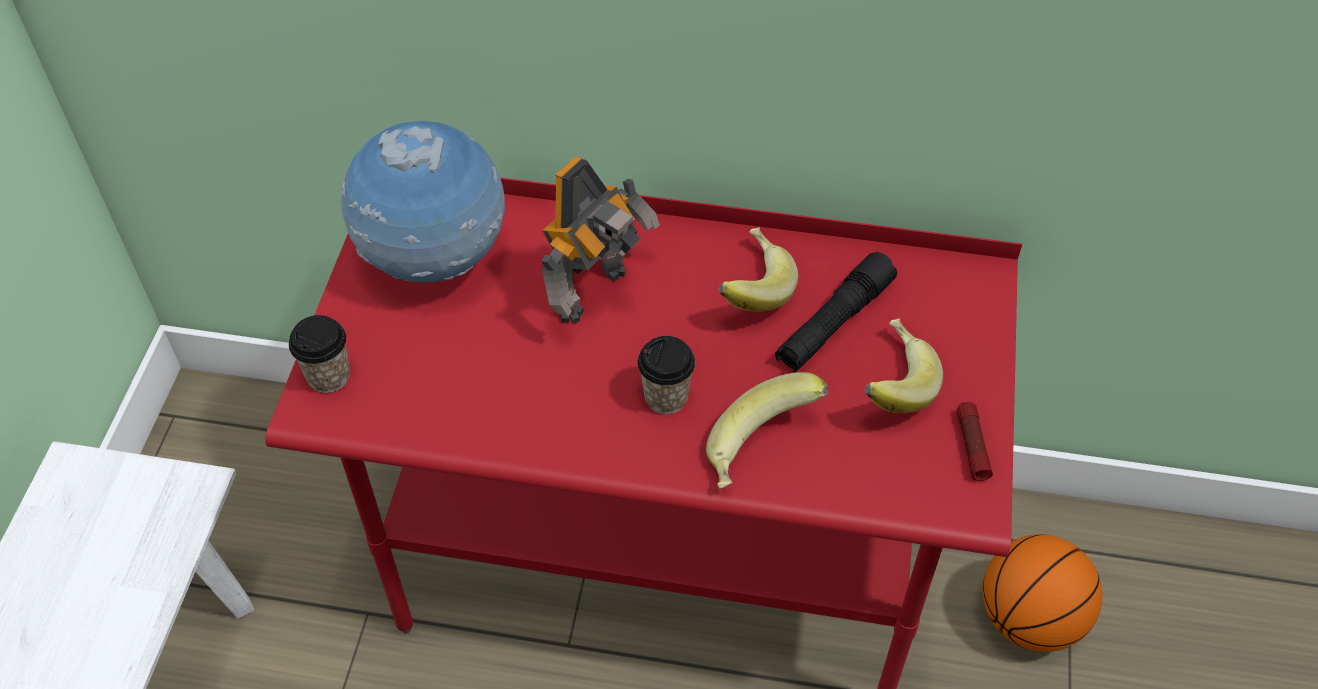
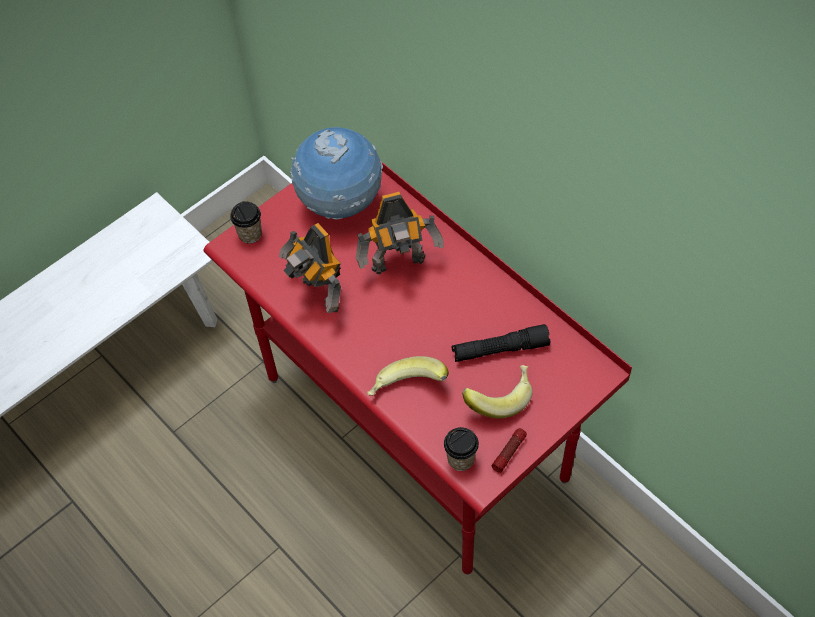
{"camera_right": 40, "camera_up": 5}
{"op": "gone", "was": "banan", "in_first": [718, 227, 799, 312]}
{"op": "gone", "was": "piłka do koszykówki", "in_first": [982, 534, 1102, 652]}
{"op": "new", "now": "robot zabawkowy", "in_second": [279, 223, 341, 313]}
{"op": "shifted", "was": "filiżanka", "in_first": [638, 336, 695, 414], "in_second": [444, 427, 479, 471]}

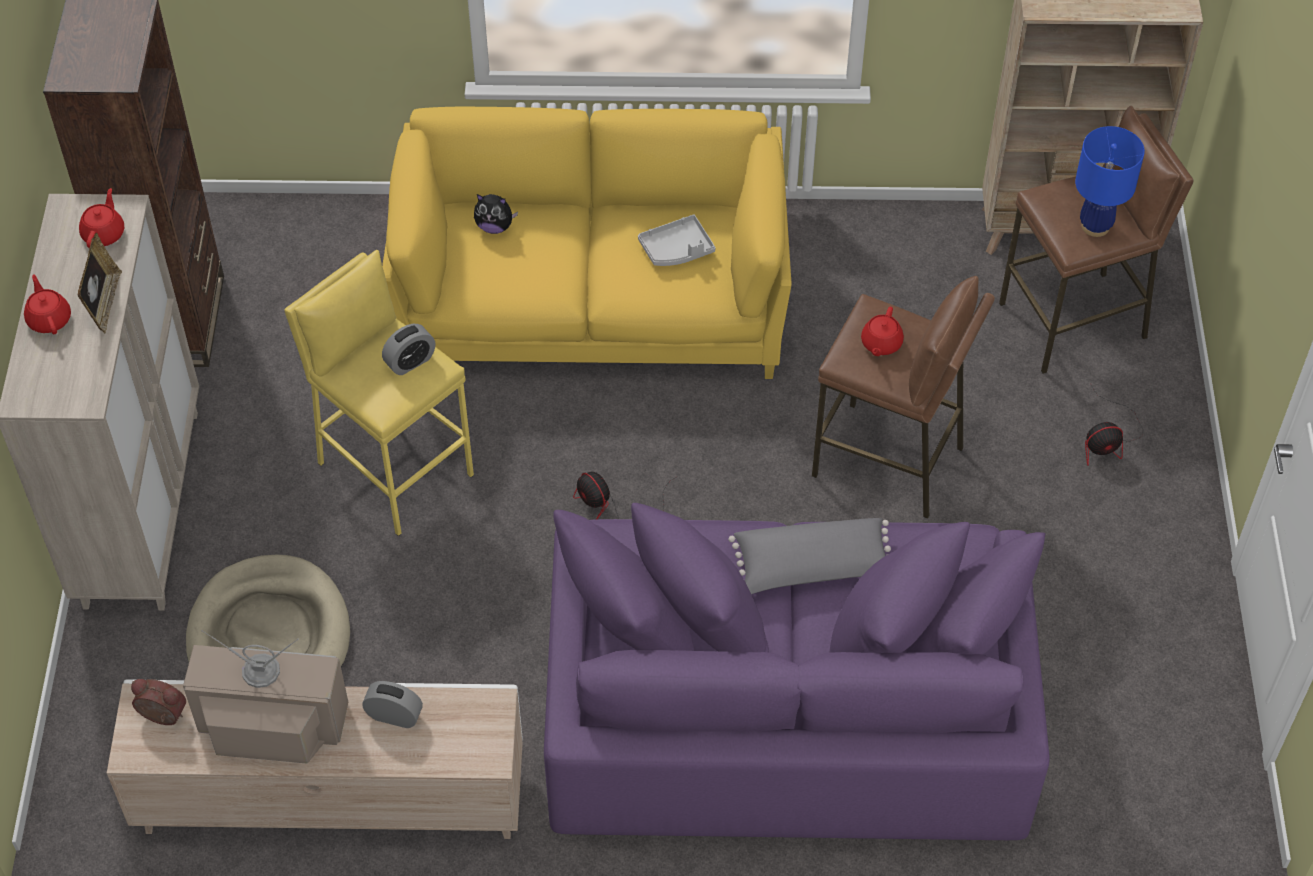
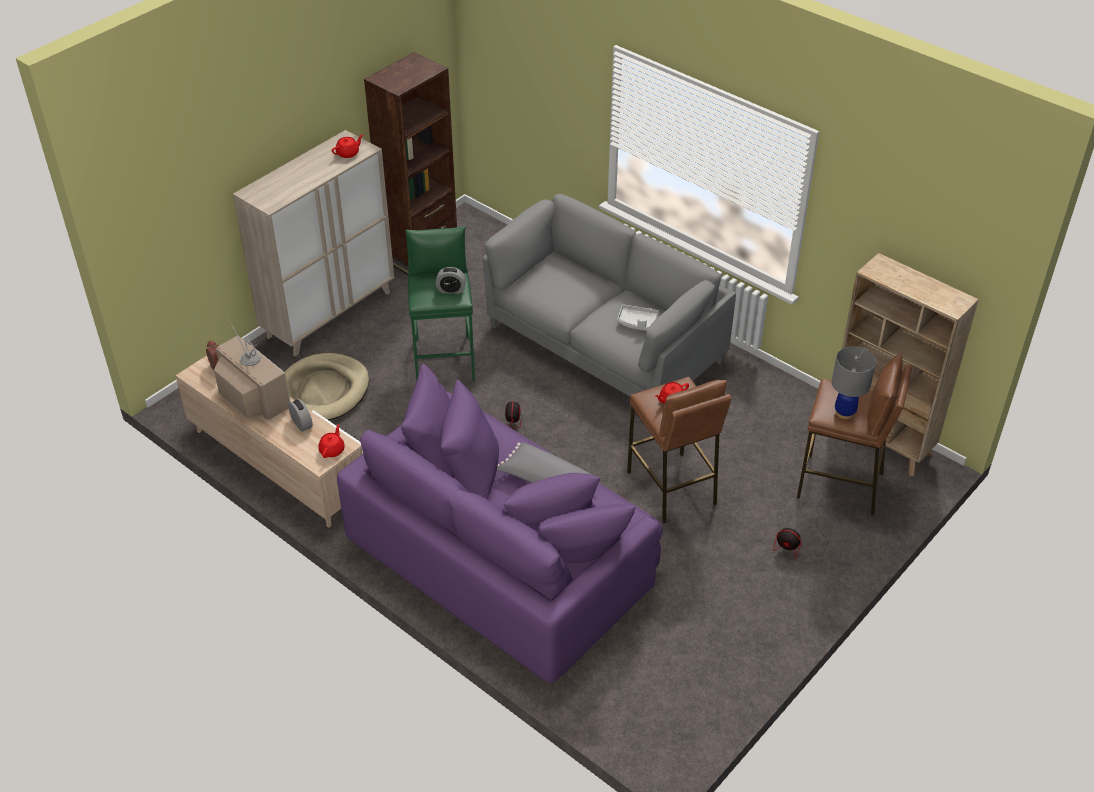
{"camera_right": 40, "camera_up": -10}
{"op": "gone", "was": "ramka na zdjęcie", "in_first": [77, 233, 122, 333]}
{"op": "gone", "was": "pluszak", "in_first": [474, 194, 518, 234]}
{"op": "shifted", "was": "imbryk/czerwony", "in_first": [24, 274, 71, 334], "in_second": [318, 424, 345, 458]}
{"op": "repainted", "was": "stołek/żółty", "now": "stołek/zielony", "in_first": [284, 250, 474, 536], "in_second": [405, 226, 475, 381]}
{"op": "repainted", "was": "kanapa/żółty", "now": "kanapa/szary", "in_first": [382, 107, 792, 379], "in_second": [482, 194, 736, 396]}
{"op": "repainted", "was": "lampa stołowa/niebieski", "now": "lampa stołowa/szary", "in_first": [1075, 126, 1145, 237], "in_second": [832, 346, 876, 419]}

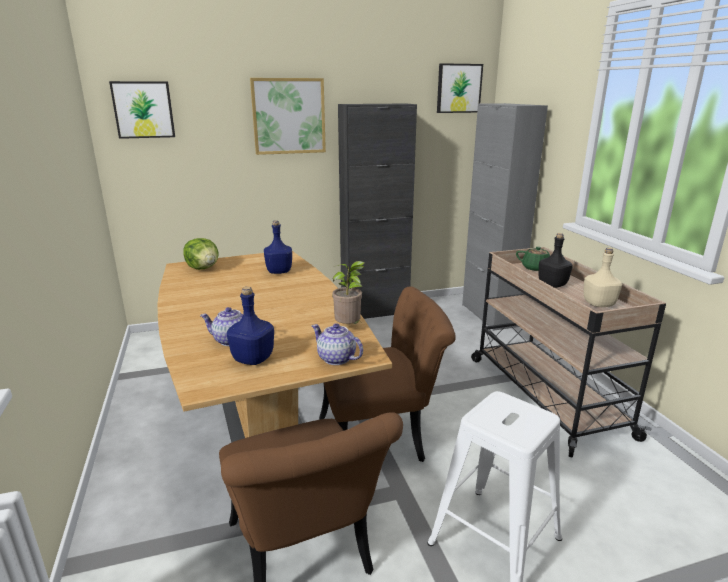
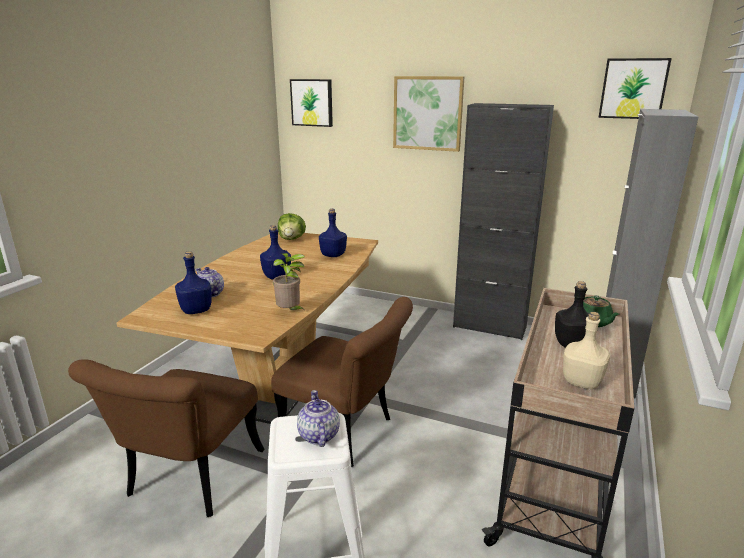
{"camera_right": 40, "camera_up": 0}
{"op": "new", "now": "butelka/niebieski", "in_second": [260, 225, 291, 280]}
{"op": "shifted", "was": "imbryk", "in_first": [312, 323, 363, 365], "in_second": [297, 390, 340, 447]}

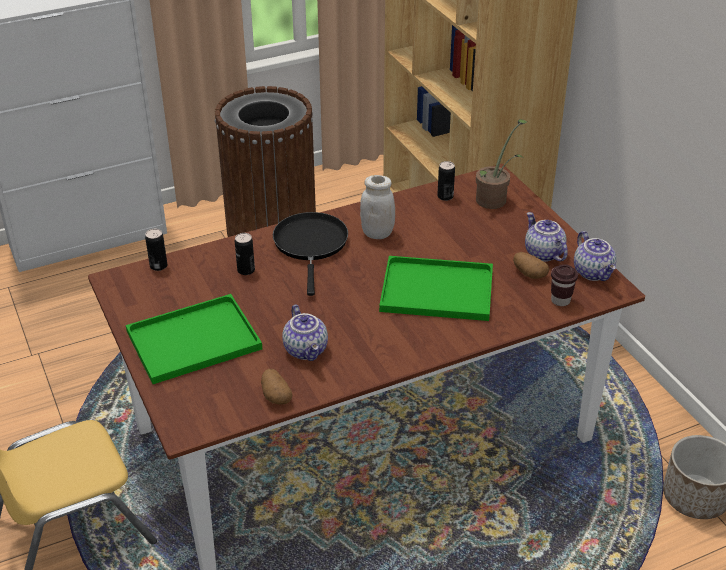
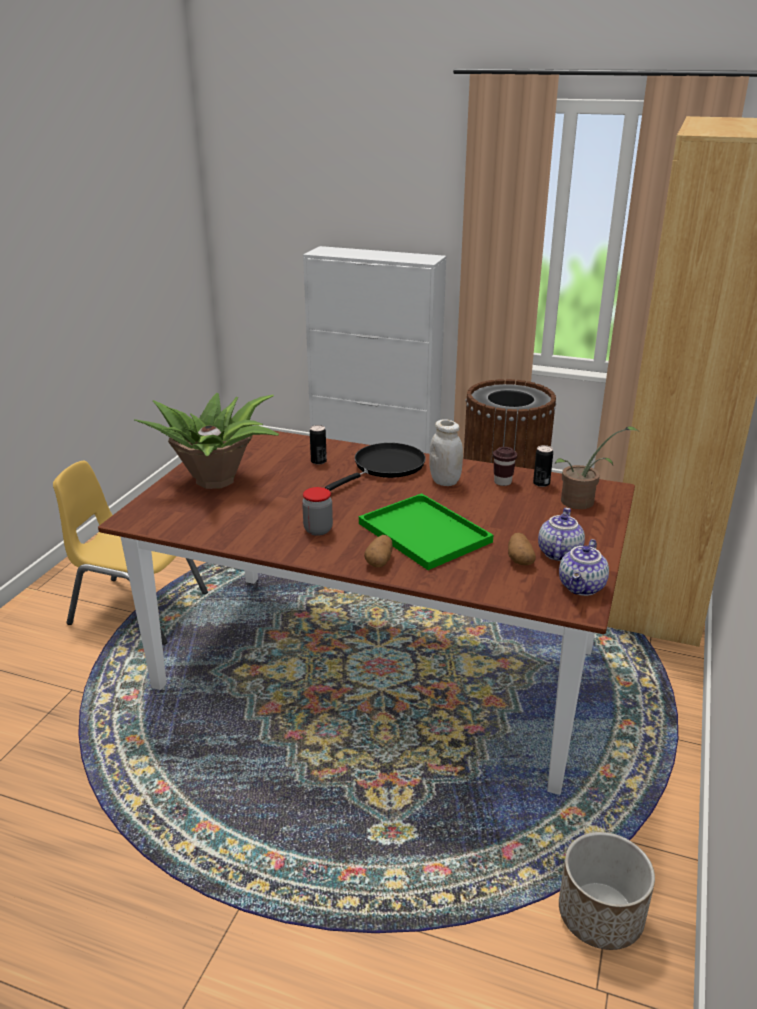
{"camera_right": 45, "camera_up": -10}
{"op": "gone", "was": "puszka", "in_first": [145, 229, 167, 271]}
{"op": "gone", "was": "imbryk", "in_first": [282, 305, 328, 361]}
{"op": "new", "now": "słoik", "in_second": [302, 487, 333, 536]}
{"op": "shifted", "was": "ziemniak", "in_first": [261, 369, 292, 405], "in_second": [364, 535, 392, 567]}
{"op": "shifted", "was": "filiżanka/brązowy", "in_first": [551, 264, 578, 306], "in_second": [493, 447, 517, 486]}
{"op": "swapped", "was": "taca/zielony", "now": "roślina doniczkowa", "in_first": [126, 294, 262, 384], "in_second": [134, 393, 279, 489]}

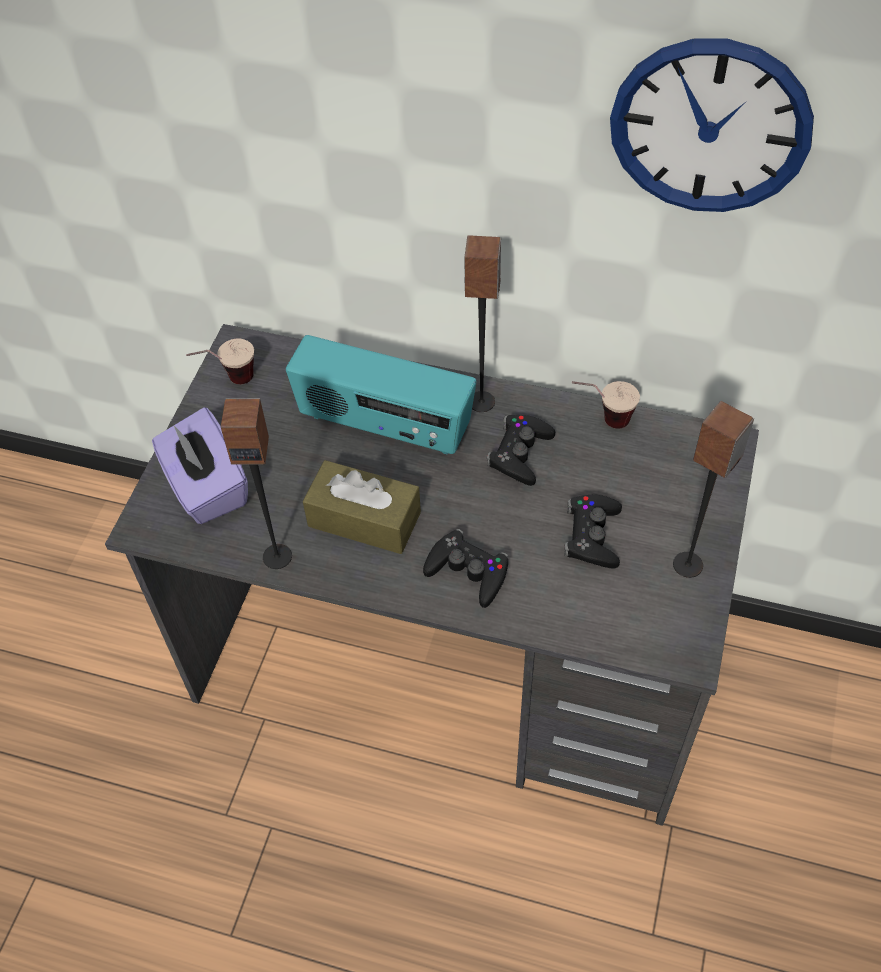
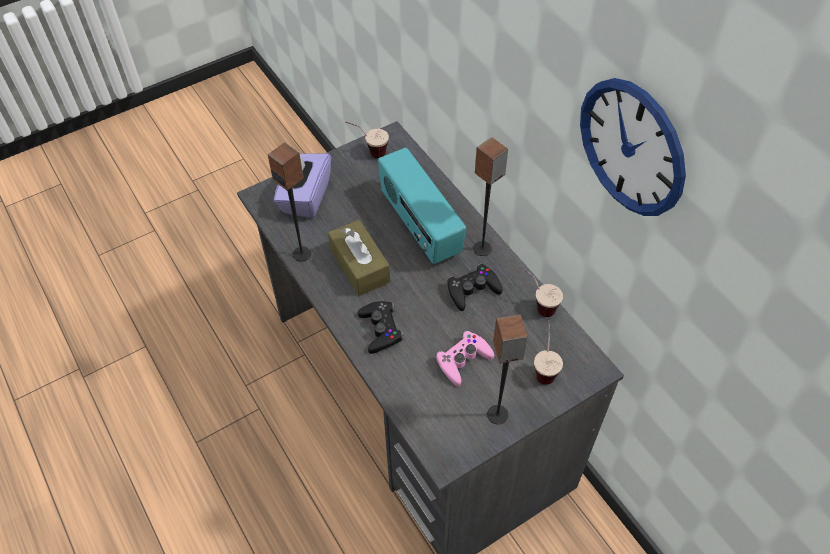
{"camera_right": 40, "camera_up": 0}
{"op": "new", "now": "filiżanka", "in_second": [534, 320, 563, 385]}
{"op": "repainted", "was": "pad do gier/czarny", "now": "pad do gier/różowy", "in_first": [564, 494, 622, 569], "in_second": [436, 330, 494, 386]}

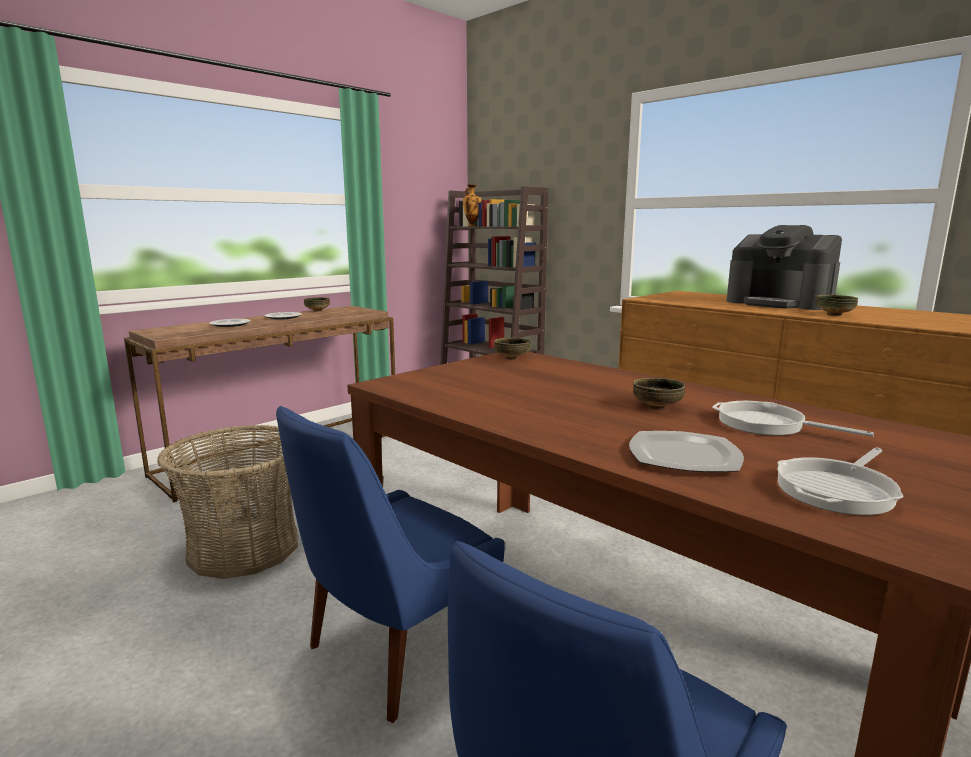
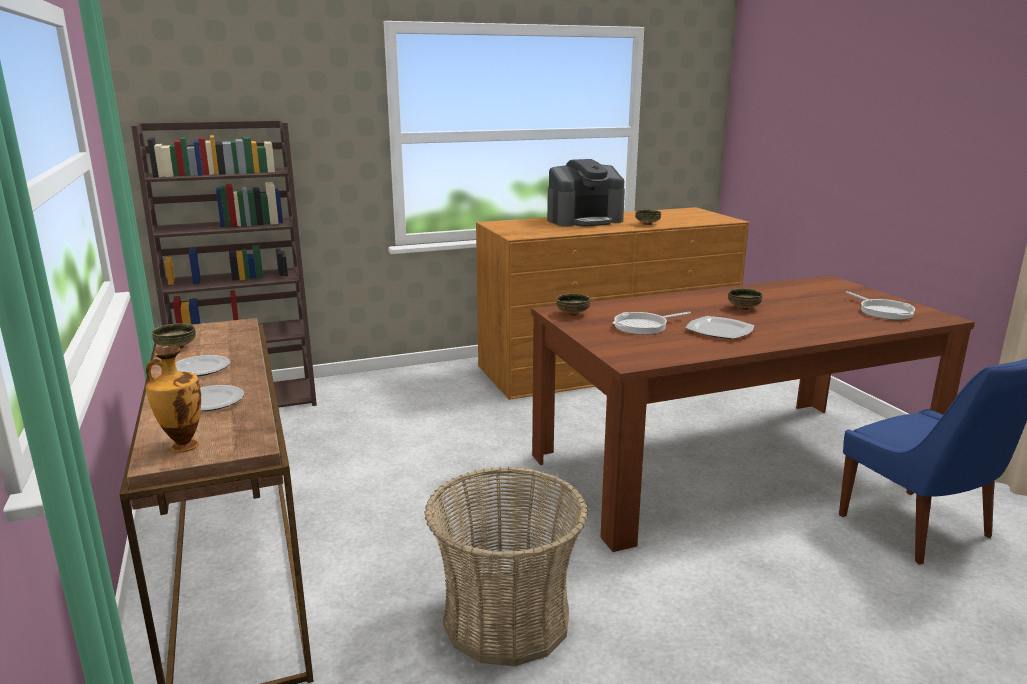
{"camera_right": -65, "camera_up": 5}
{"op": "gone", "was": "krzesło/niebieski", "in_first": [276, 406, 505, 723]}
{"op": "shifted", "was": "wazon", "in_first": [463, 184, 481, 226], "in_second": [146, 346, 201, 452]}
{"op": "shifted", "was": "talerz", "in_first": [629, 431, 744, 472], "in_second": [686, 316, 754, 339]}
{"op": "shifted", "was": "patelnia", "in_first": [712, 401, 874, 437], "in_second": [613, 312, 691, 335]}

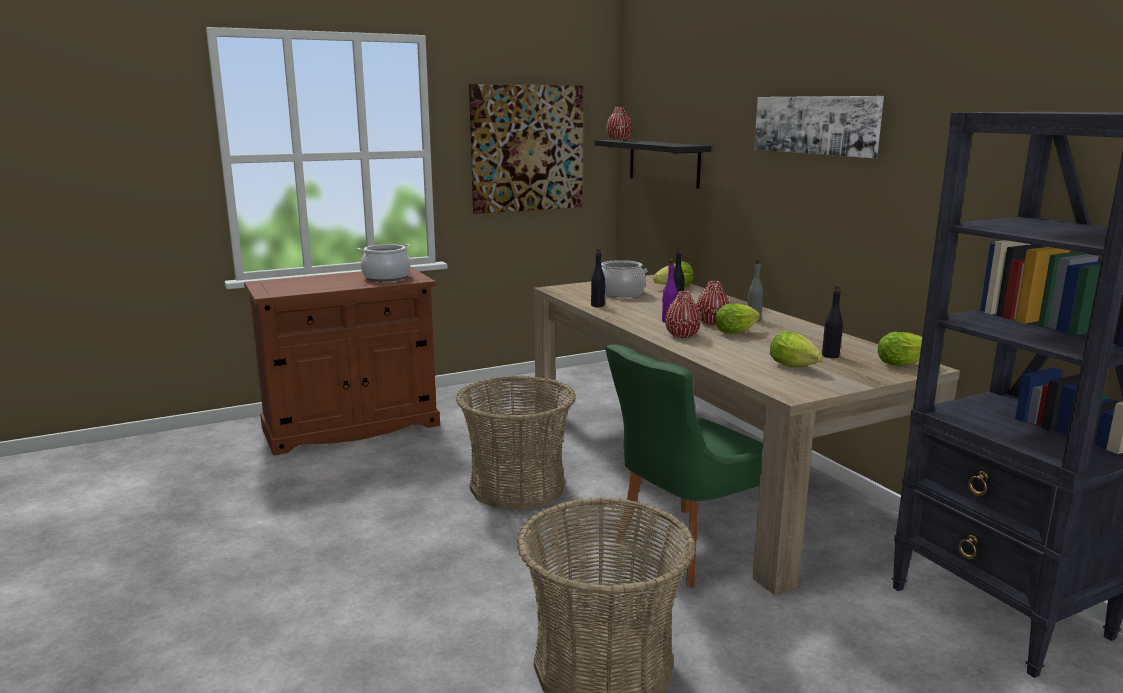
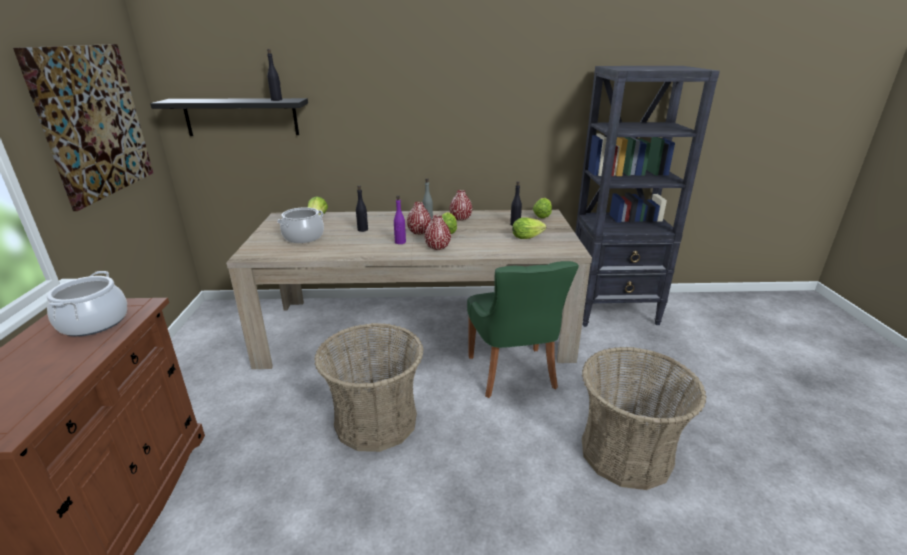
{"camera_right": -65, "camera_up": 10}
{"op": "gone", "was": "obraz", "in_first": [754, 96, 884, 158]}
{"op": "shifted", "was": "butelka/czarny", "in_first": [591, 248, 606, 307], "in_second": [267, 49, 282, 101]}
{"op": "shifted", "was": "wazon/czerwony", "in_first": [606, 107, 632, 140], "in_second": [449, 190, 472, 221]}

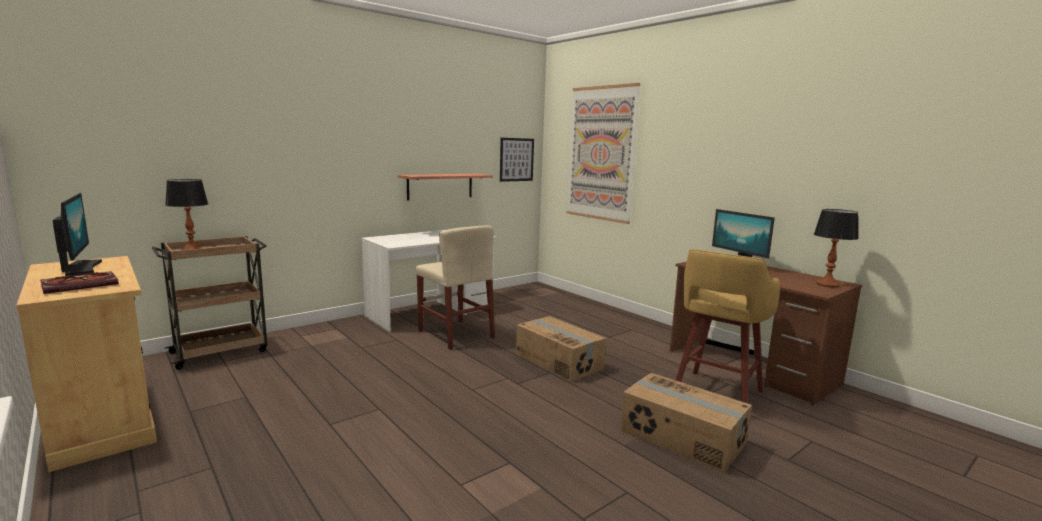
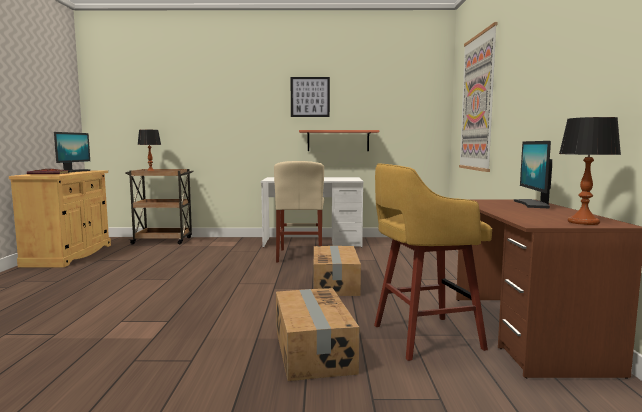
{"camera_right": 40, "camera_up": -5}
{"op": "shifted", "was": "obraz", "in_first": [500, 138, 534, 182], "in_second": [291, 77, 330, 117]}

